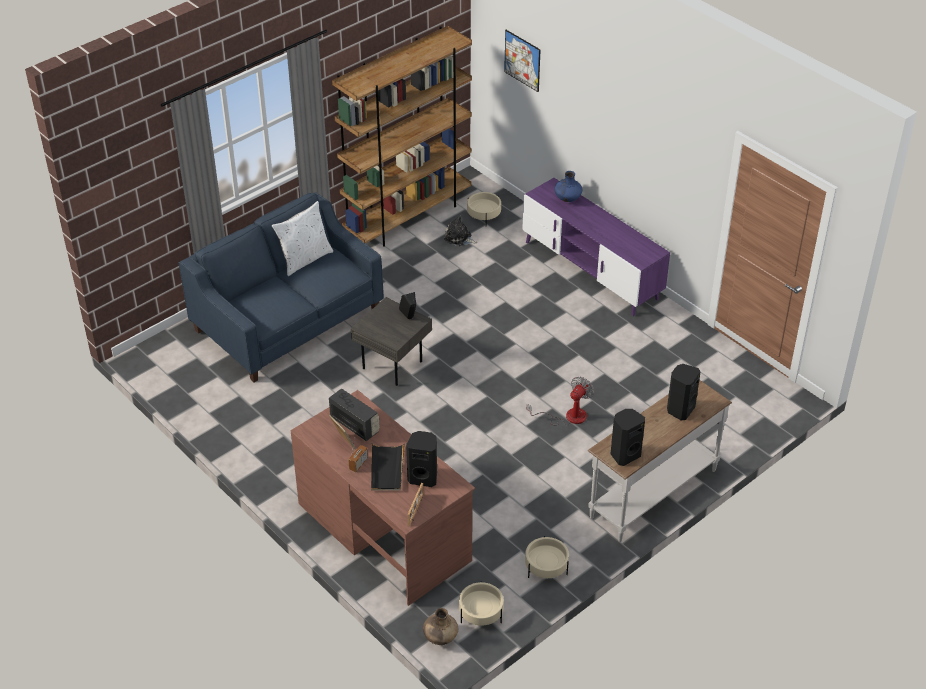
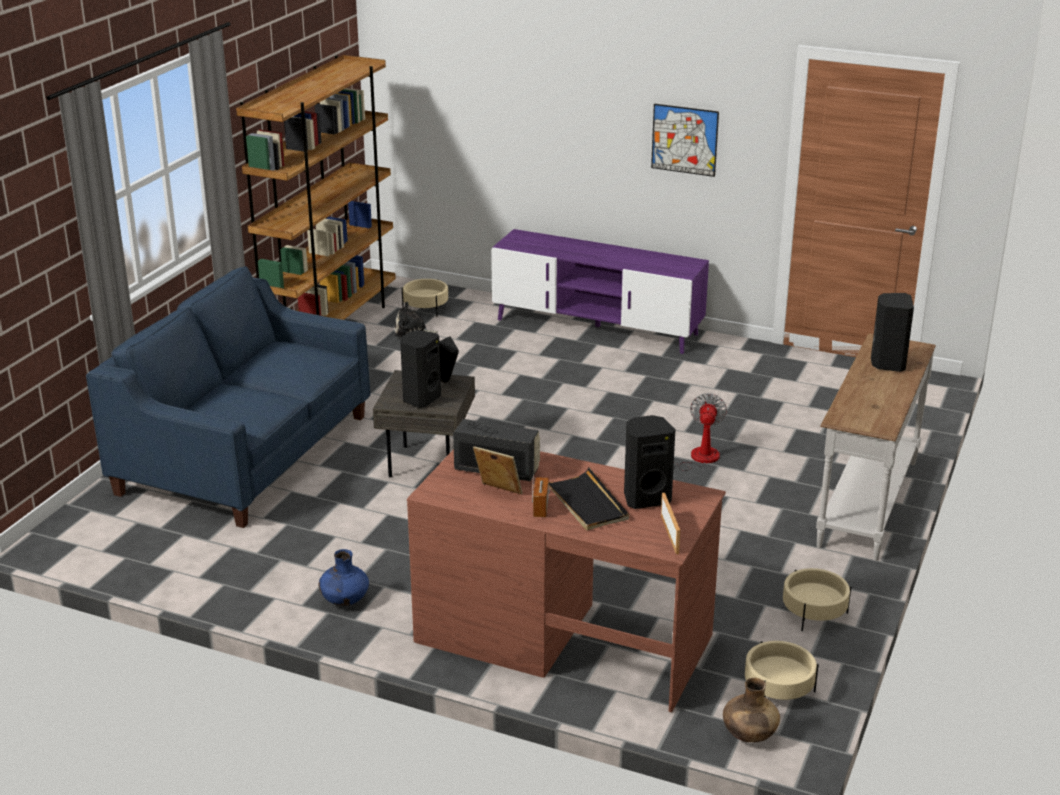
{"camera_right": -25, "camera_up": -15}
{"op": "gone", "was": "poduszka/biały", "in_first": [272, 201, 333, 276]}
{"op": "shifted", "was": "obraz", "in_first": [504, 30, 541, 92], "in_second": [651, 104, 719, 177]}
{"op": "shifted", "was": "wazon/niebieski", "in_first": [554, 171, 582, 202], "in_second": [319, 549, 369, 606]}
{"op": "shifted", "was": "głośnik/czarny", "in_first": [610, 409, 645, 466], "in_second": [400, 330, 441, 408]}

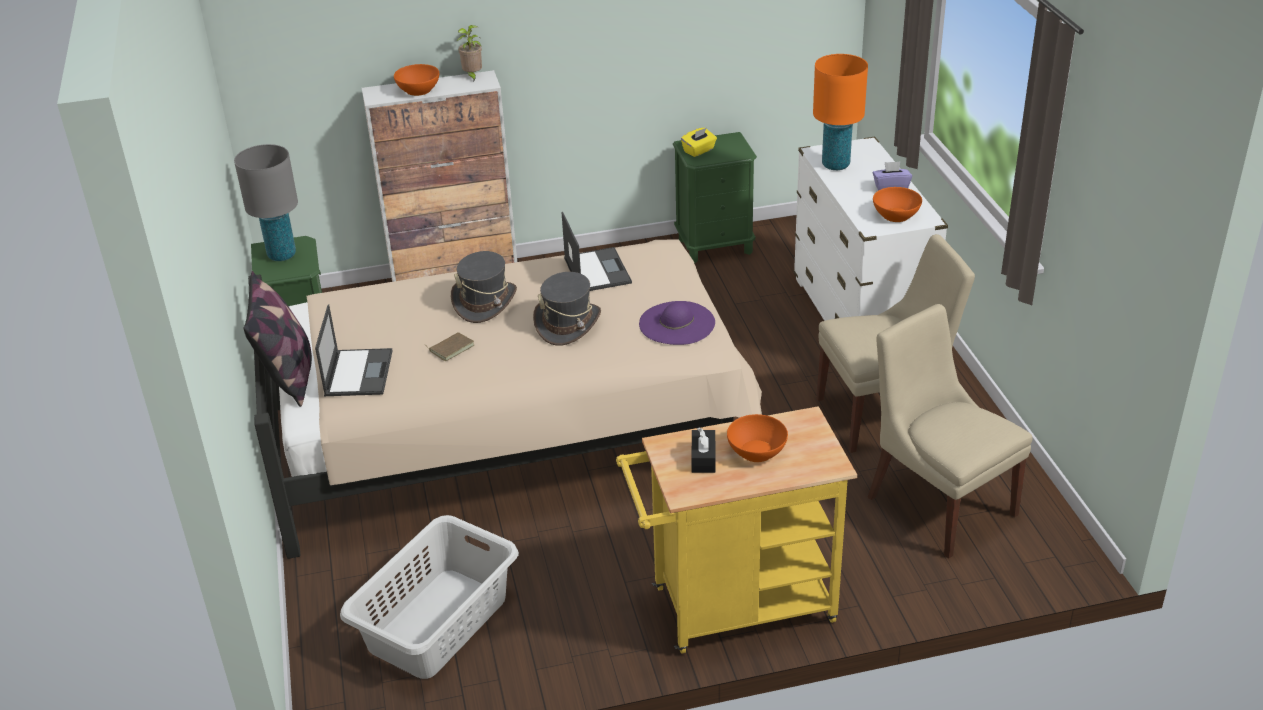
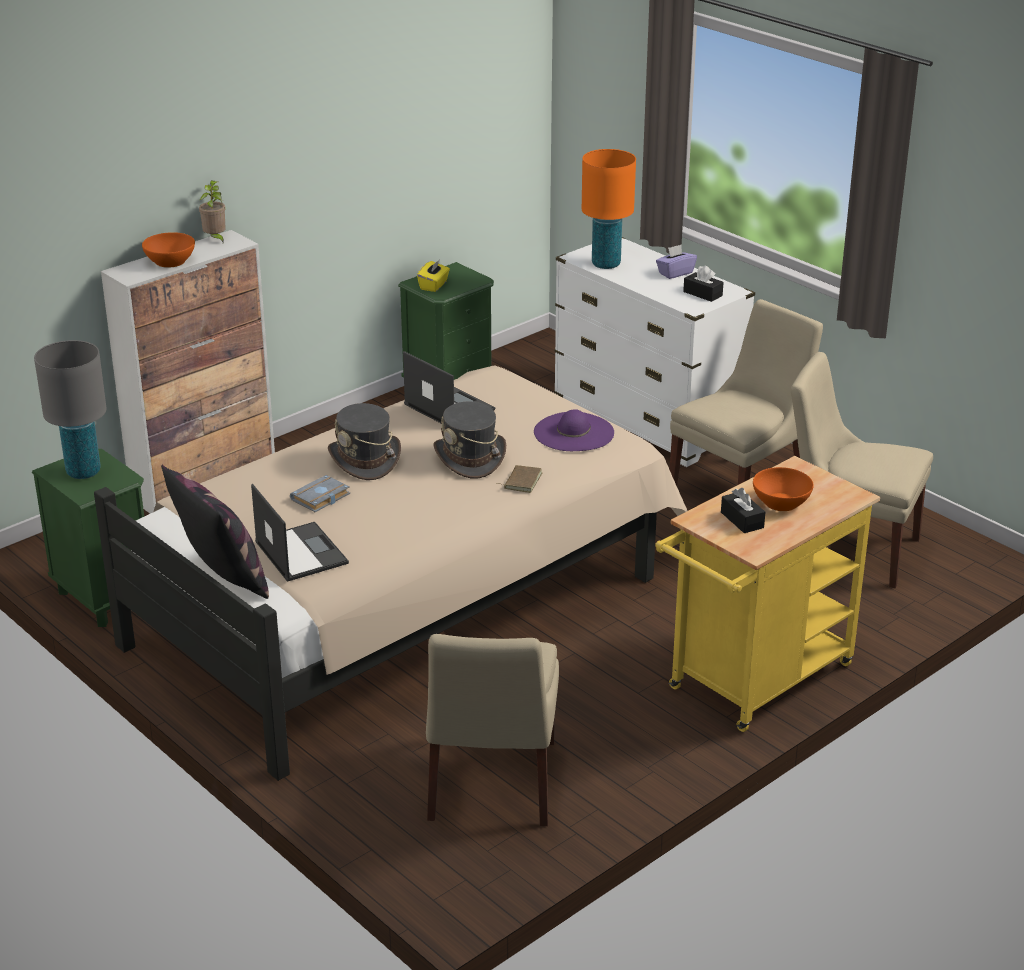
{"camera_right": -30, "camera_up": -5}
{"op": "new", "now": "książka/szary", "in_second": [290, 475, 350, 512]}
{"op": "shifted", "was": "książka/brązowy", "in_first": [426, 332, 474, 361], "in_second": [496, 465, 542, 493]}
{"op": "swapped", "was": "kosz na pranie/szary", "now": "krzesło/beżowy", "in_first": [340, 515, 519, 679], "in_second": [426, 634, 559, 826]}
{"op": "swapped", "was": "miska/pomarańczowy", "now": "pudełko chusteczek/czarny", "in_first": [873, 187, 922, 222], "in_second": [683, 265, 724, 302]}

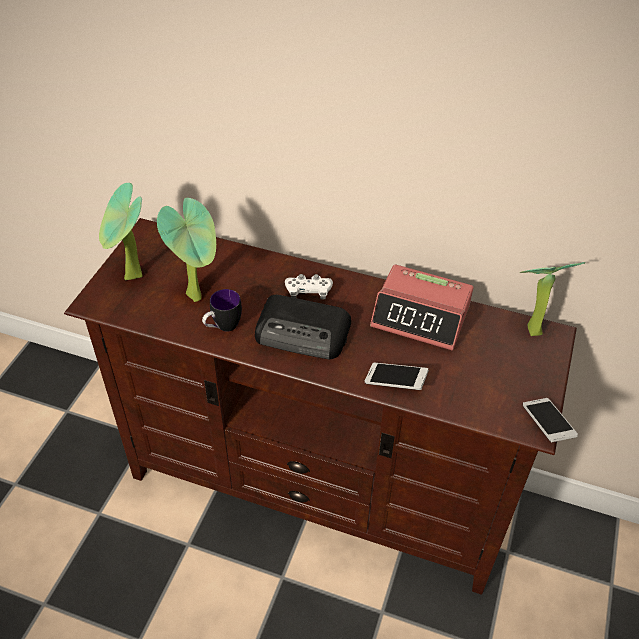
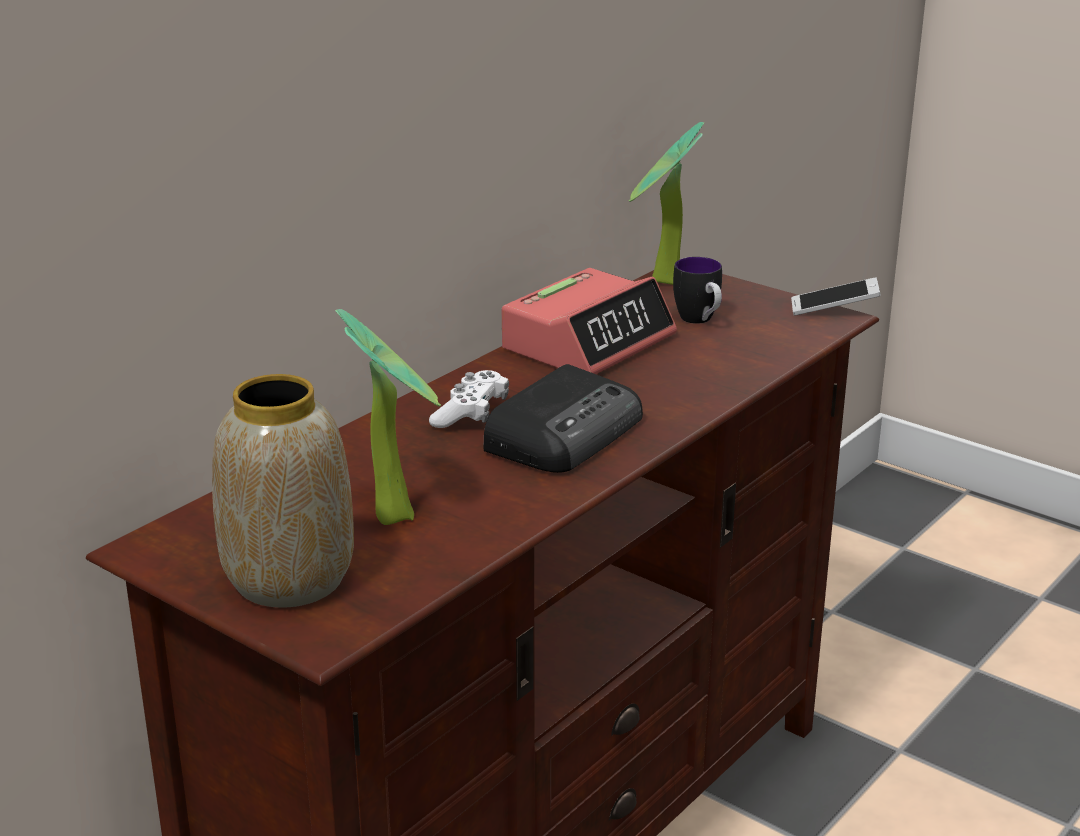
{"camera_right": -70, "camera_up": -20}
{"op": "gone", "was": "telefon", "in_first": [365, 363, 429, 390]}
{"op": "shifted", "was": "kubek", "in_first": [202, 289, 242, 331], "in_second": [673, 257, 722, 324]}
{"op": "swapped", "was": "roślina doniczkowa", "now": "wazon", "in_first": [99, 183, 142, 280], "in_second": [212, 374, 354, 608]}

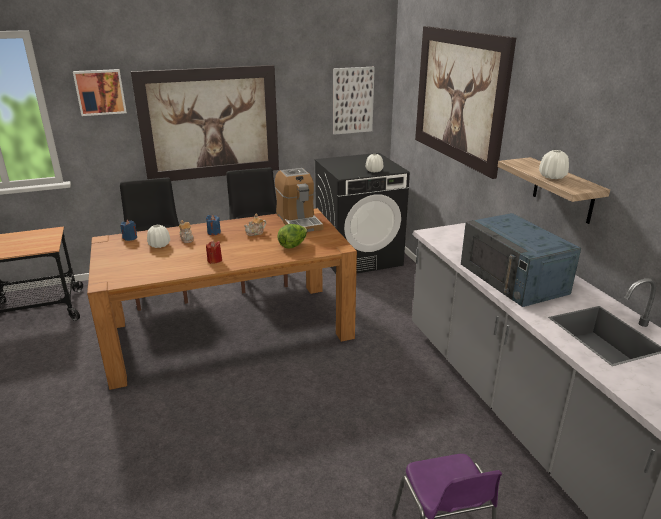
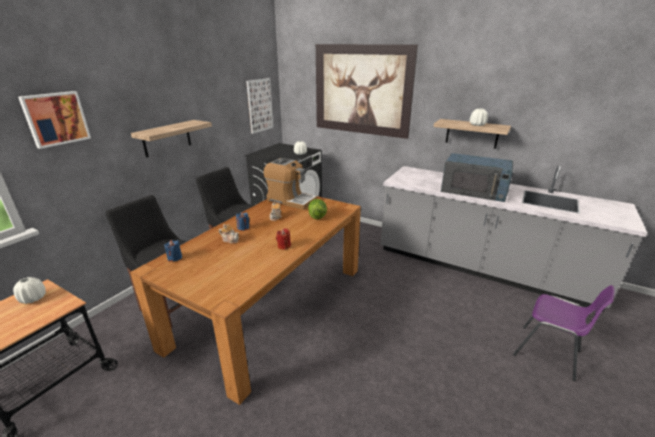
{"camera_right": -40, "camera_up": 0}
{"op": "shifted", "was": "wazon/biały", "in_first": [147, 225, 170, 248], "in_second": [13, 277, 46, 304]}
{"op": "swapped", "was": "obraz", "now": "półka", "in_first": [131, 65, 279, 181], "in_second": [131, 120, 212, 157]}

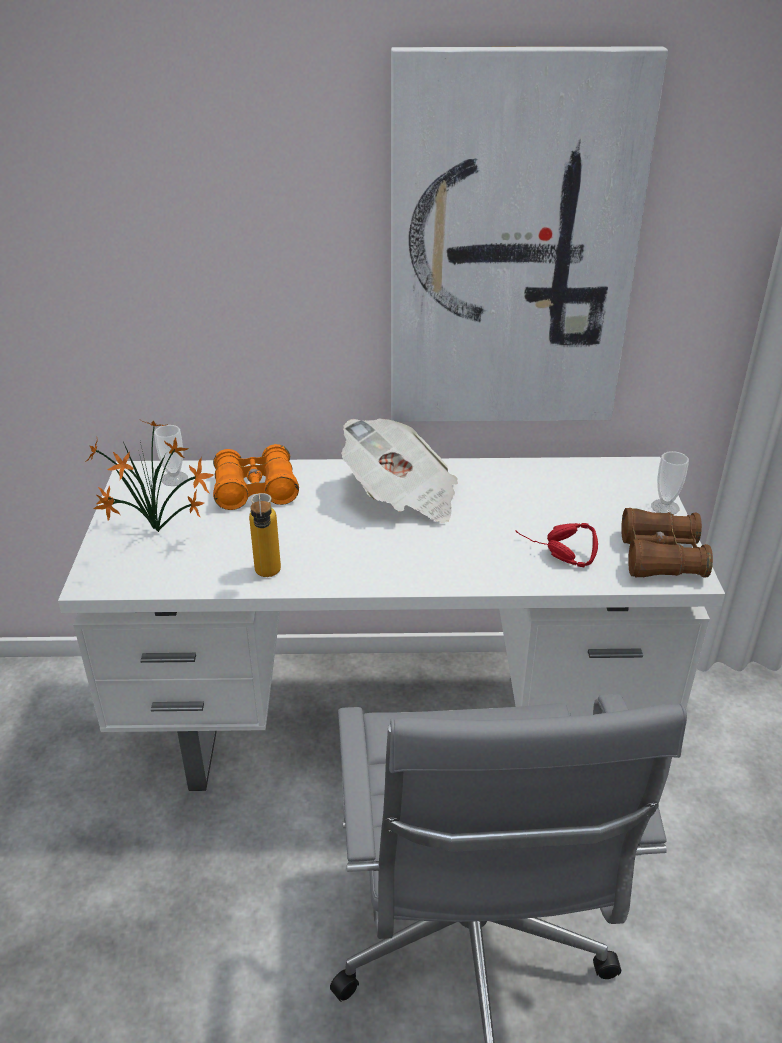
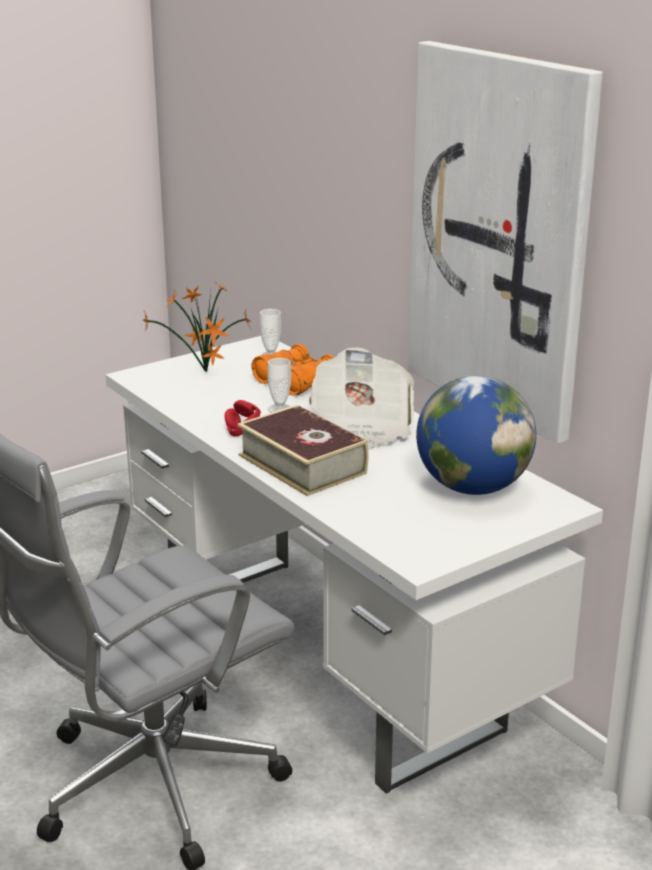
{"camera_right": 55, "camera_up": -10}
{"op": "gone", "was": "butelka", "in_first": [249, 493, 281, 577]}
{"op": "gone", "was": "lornetka/brązowy", "in_first": [621, 508, 713, 578]}
{"op": "new", "now": "książka", "in_second": [237, 405, 368, 496]}
{"op": "new", "now": "globus", "in_second": [416, 376, 536, 495]}
{"op": "shifted", "was": "słuchawki/czerwony", "in_first": [515, 523, 598, 567], "in_second": [224, 400, 261, 437]}
{"op": "shifted", "was": "filiżanka", "in_first": [651, 451, 689, 514], "in_second": [267, 358, 291, 413]}

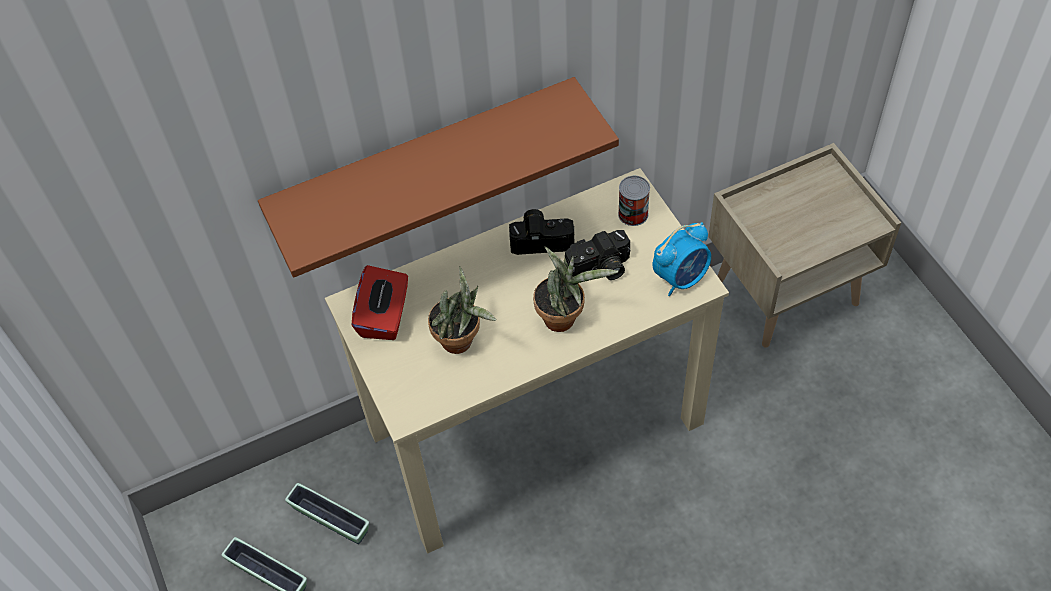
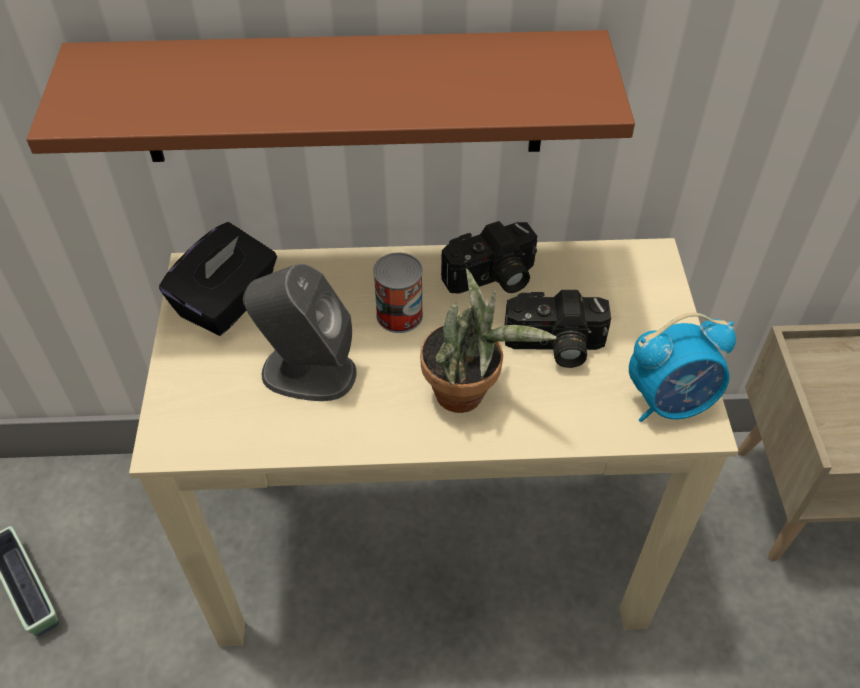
{"camera_right": 20, "camera_up": -5}
{"op": "gone", "was": "donica", "in_first": [285, 483, 369, 544]}
{"op": "shifted", "was": "puszka", "in_first": [618, 176, 650, 226], "in_second": [373, 252, 423, 333]}
{"op": "swapped", "was": "roślina doniczkowa", "now": "głośnik/szary", "in_first": [428, 267, 496, 354], "in_second": [243, 263, 357, 401]}
{"op": "repainted", "was": "pudełko chusteczek/czerwony", "now": "pudełko chusteczek/czarny", "in_first": [352, 265, 408, 340], "in_second": [159, 222, 277, 336]}
{"op": "rotated", "was": "aparat fotograficzny", "in_first": [509, 209, 574, 255], "in_second": [441, 221, 537, 294], "clockwise": 135}

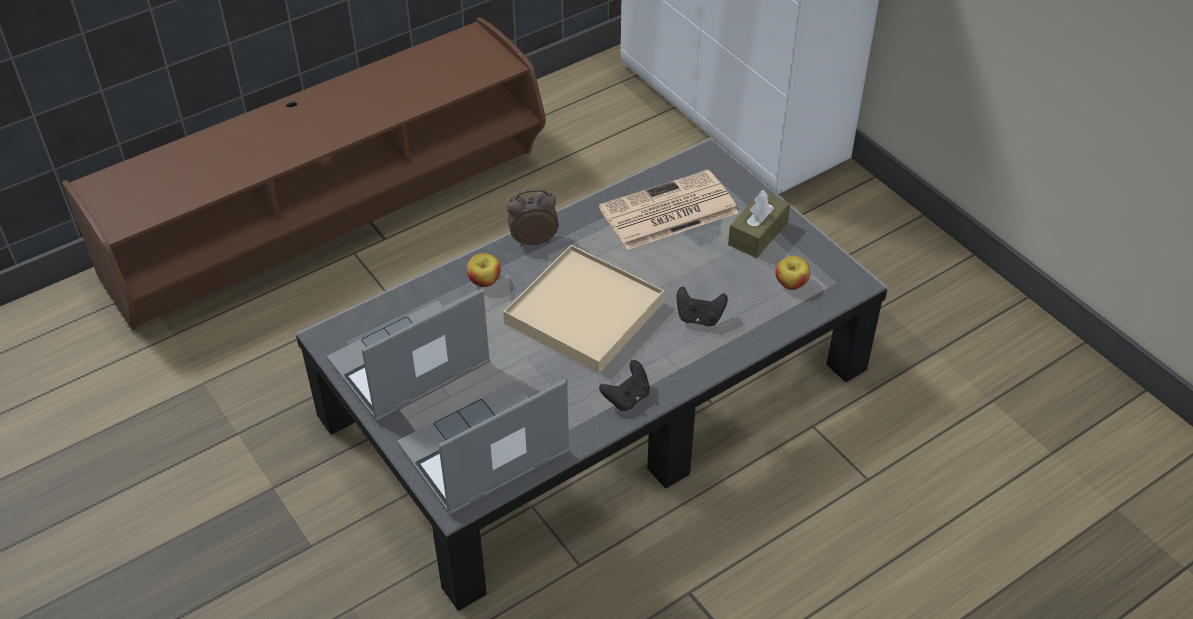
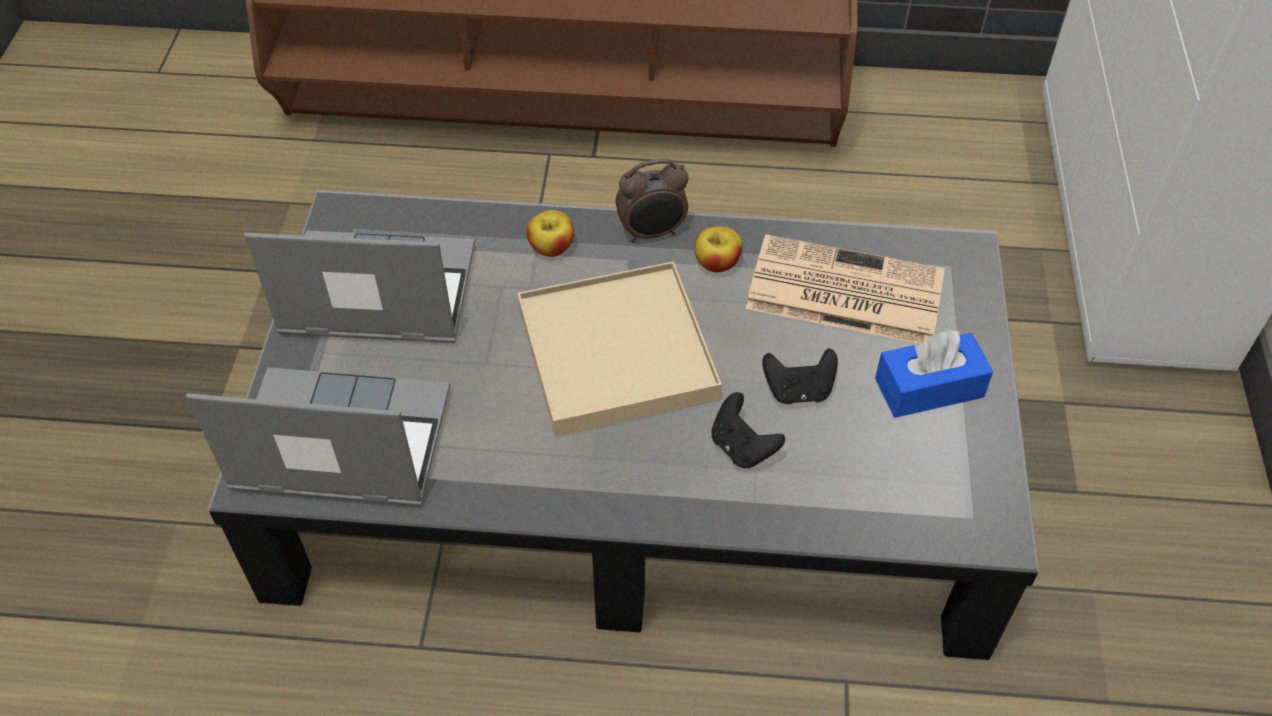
{"camera_right": 40, "camera_up": 5}
{"op": "shifted", "was": "pad do gier/czarny", "in_first": [599, 360, 650, 411], "in_second": [762, 348, 838, 405]}
{"op": "shifted", "was": "jabłko", "in_first": [775, 256, 810, 290], "in_second": [694, 227, 742, 272]}
{"op": "repainted", "was": "pudełko chusteczek/brązowy", "now": "pudełko chusteczek/niebieski", "in_first": [728, 190, 790, 258], "in_second": [875, 330, 993, 418]}
{"op": "rotated", "was": "budzik", "in_first": [506, 188, 559, 247], "in_second": [616, 159, 689, 243], "clockwise": 135}

